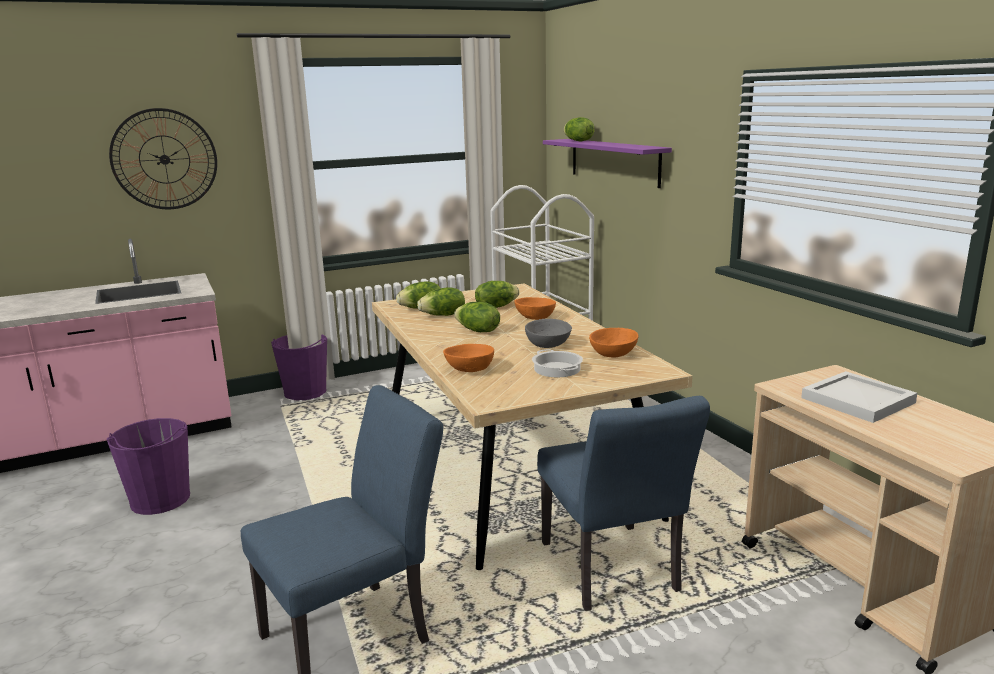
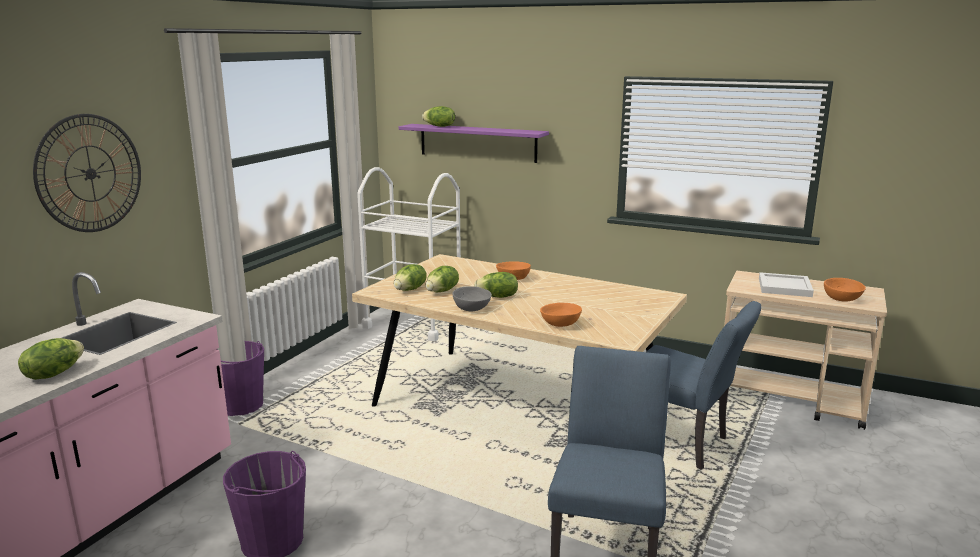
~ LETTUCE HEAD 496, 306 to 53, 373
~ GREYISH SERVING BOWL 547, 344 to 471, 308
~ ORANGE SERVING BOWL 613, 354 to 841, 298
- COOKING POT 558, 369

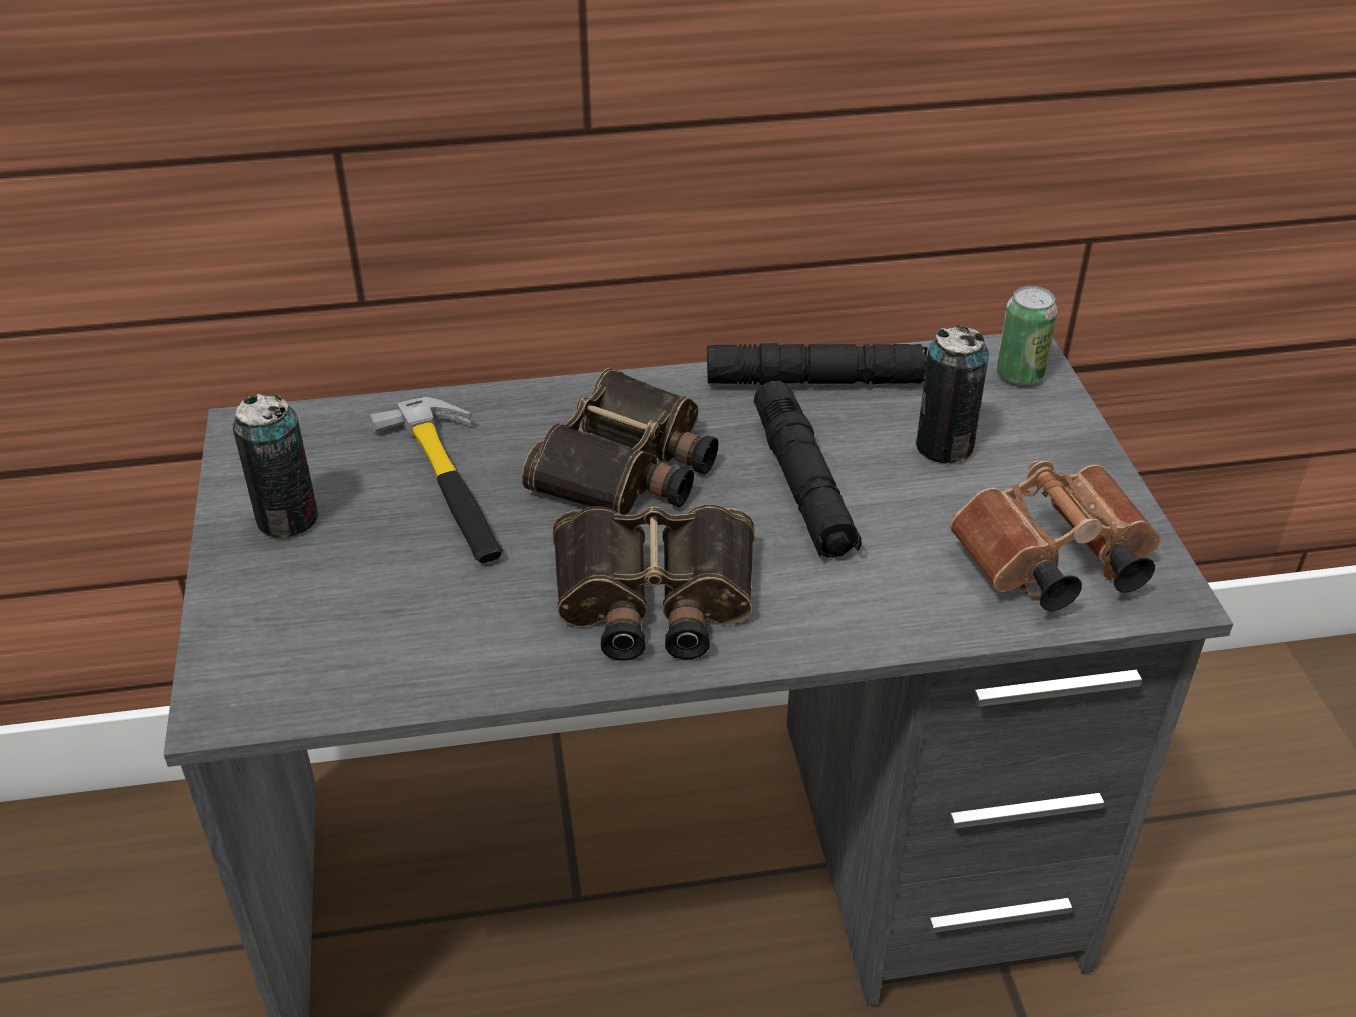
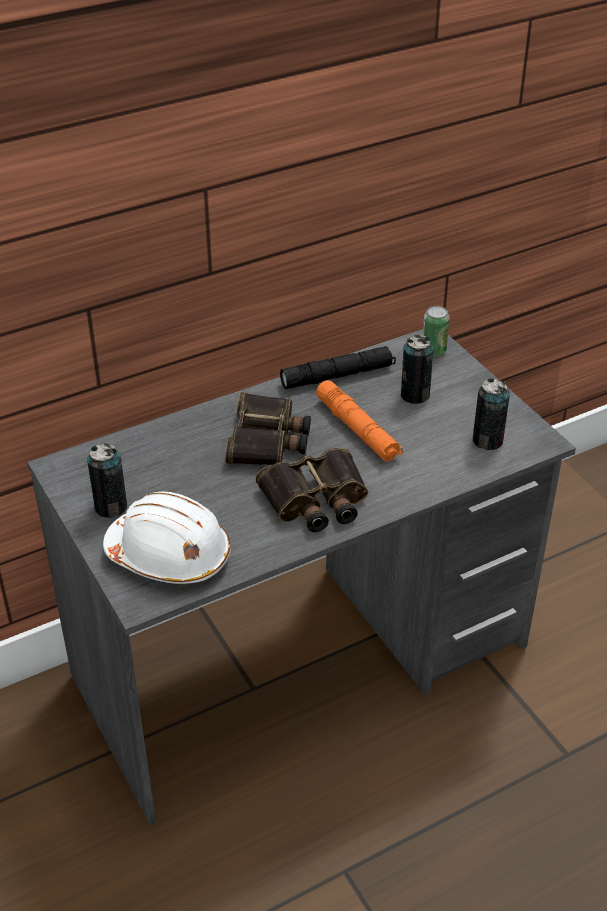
~ BLACKISH HAND TORCH 802, 485 to ORANGE HAND TORCH 357, 429
- TOOL HAMMER 451, 485
~ BROWNISH FIELD GLASSES 1049, 565 to CAN 487, 441
+ WHITE WORK HELMET 169, 555

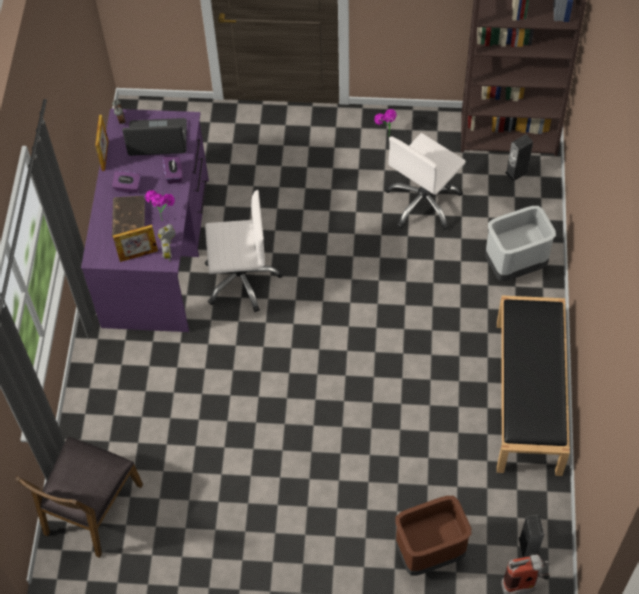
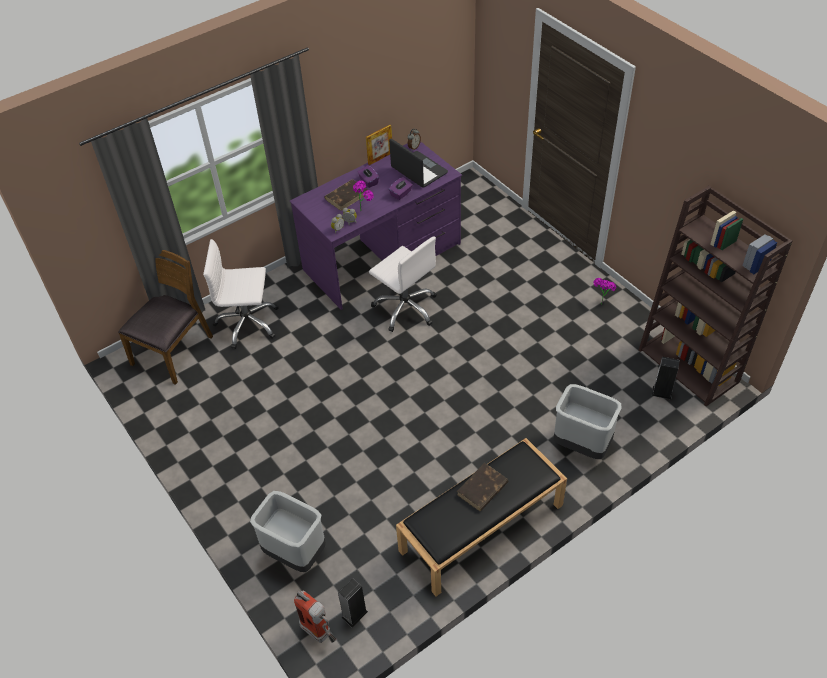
~ WHITE DESK CHAIR 423, 202 to 247, 324
- PICTURE FRAME 138, 255
~ BROWNISH CHAIR 91, 509 = 173, 350 135 degrees clockwise
~ BROWNISH TRASH CAN 429, 554 to GREYISH TRASH CAN 294, 553
+ BROWNISH VOLUME 482, 489

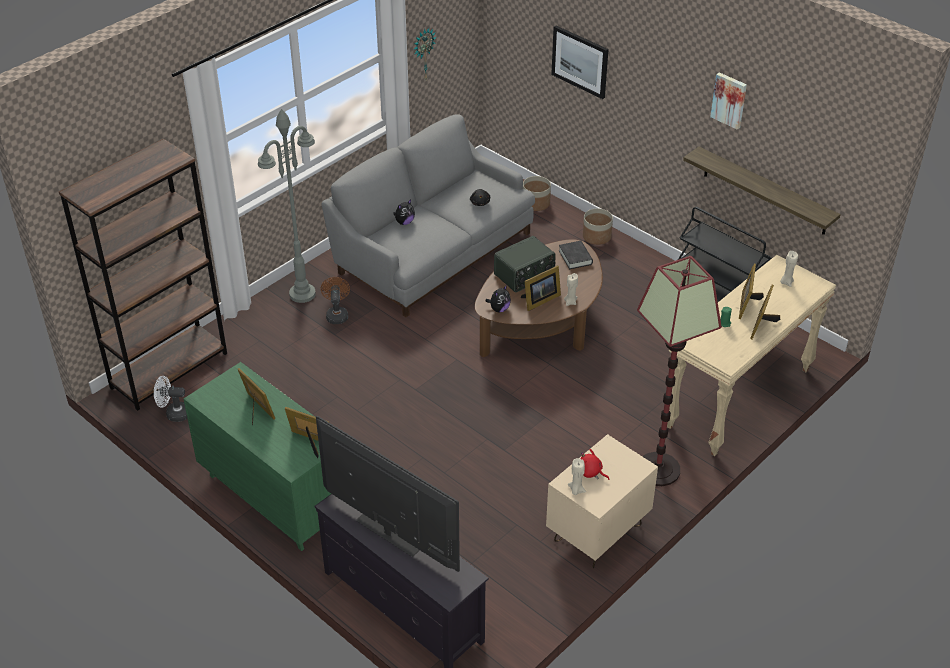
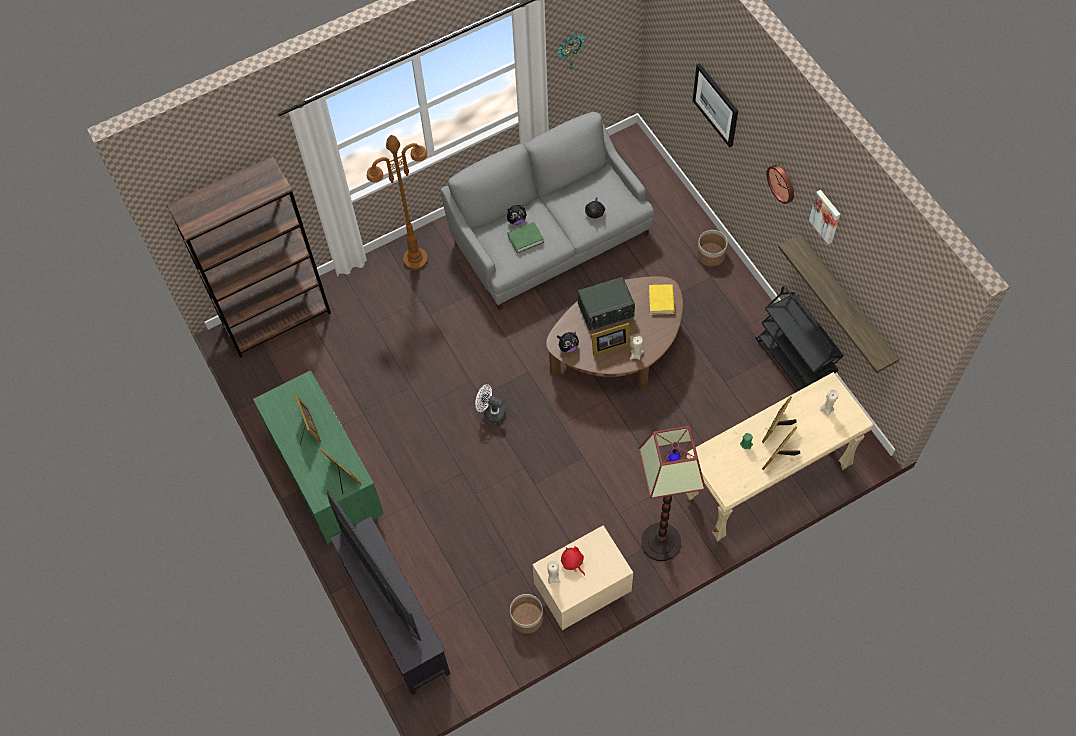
~ GREYISH STANDING LAMP 302, 294 to BROWNISH STANDING LAMP 415, 259
~ PLANTER 536, 203 to 526, 618
~ BLACKISH VOLUME 575, 257 to YELLOW-COLOURED VOLUME 661, 301
- BROWNISH FAN 337, 314
~ WHITE FAN 174, 413 to 491, 412
+ CLOCK ON THE WALL 782, 183
+ GREENISH VOLUME 525, 239

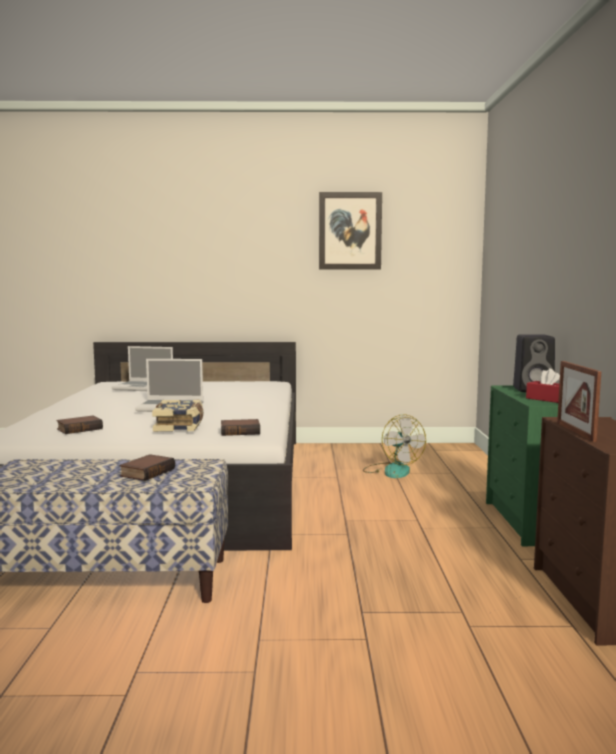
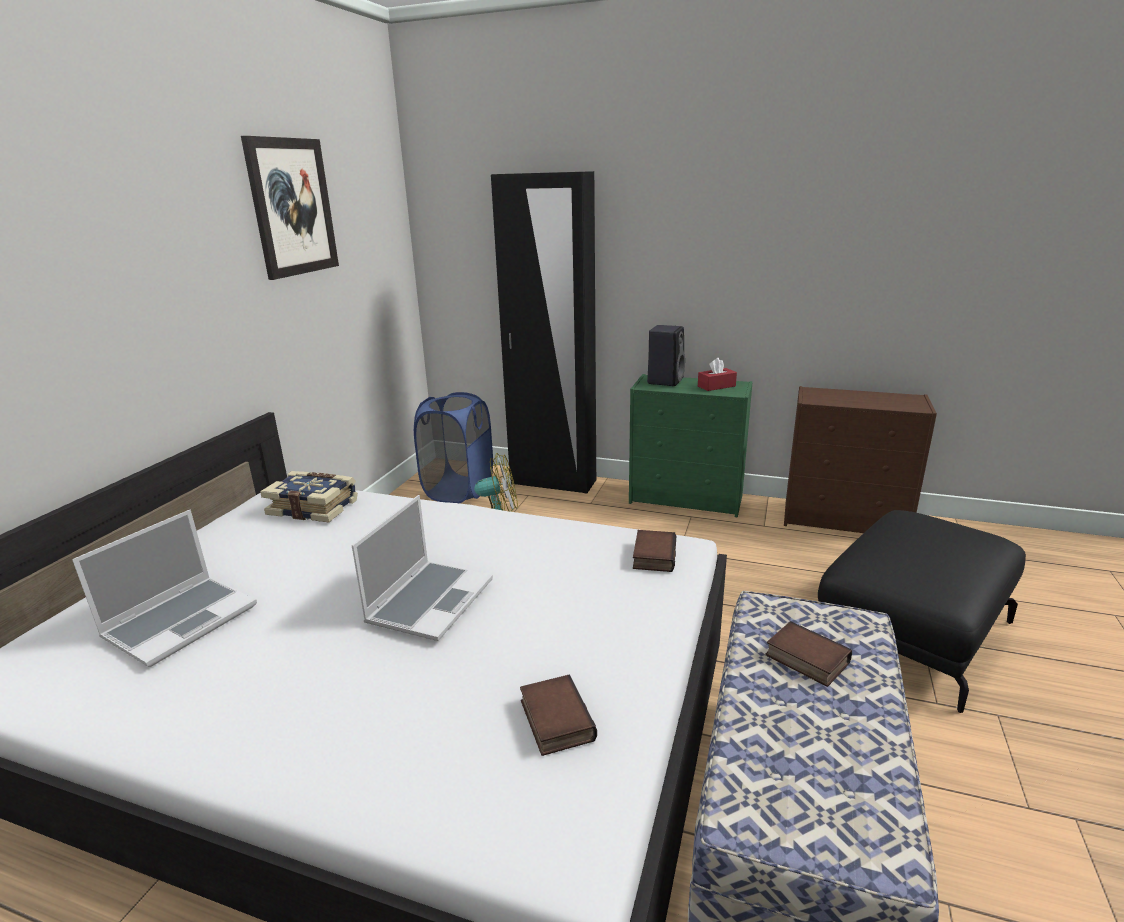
- PICTURE FRAME 575, 431
~ VOLUME 180, 426 to 314, 507
+ BLACKISH WARDROBE 553, 482
+ BLUISH HAMPER 459, 490
+ BLACKISH FOOTREST 911, 633

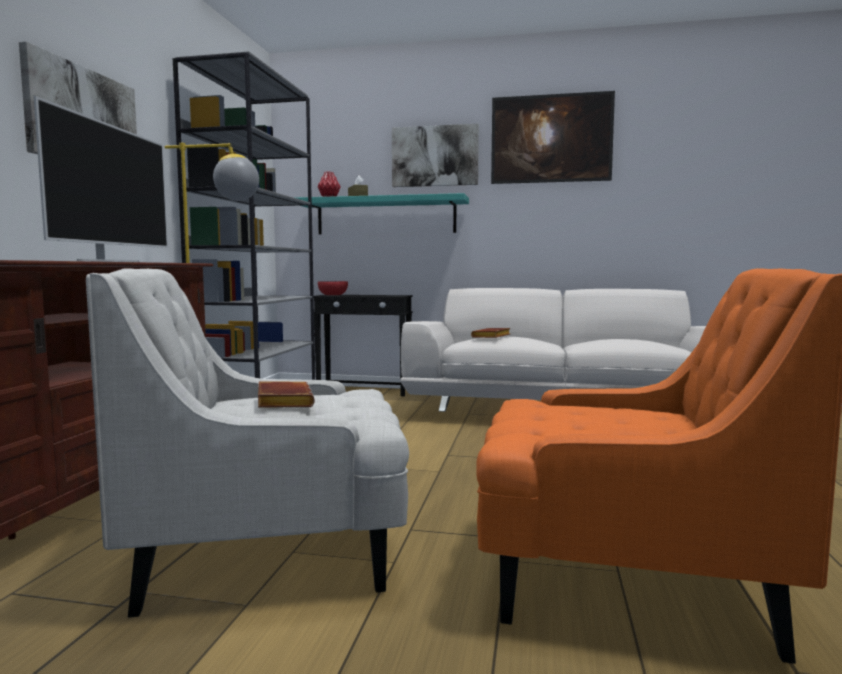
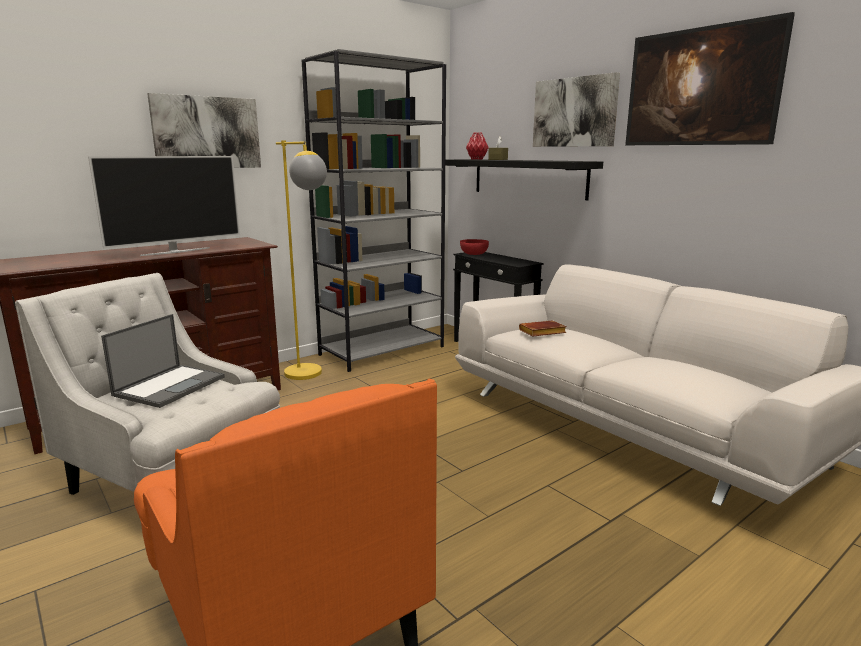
~ TURQUOISE-COLOURED SHELF 385, 216 to BLACKISH SHELF 528, 178
~ BROWNISH VOLUME 282, 402 to PORTABLE COMPUTER 170, 385

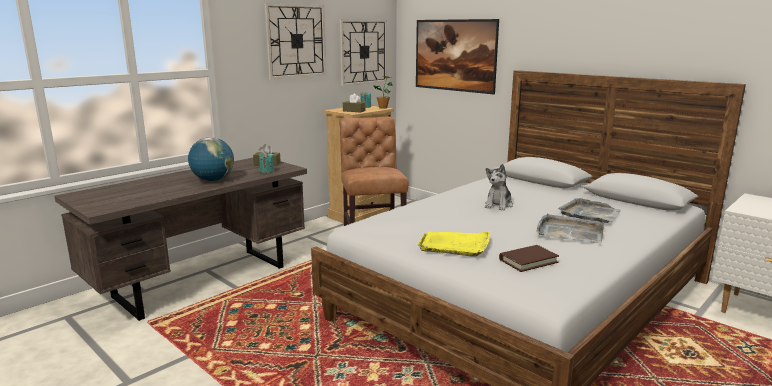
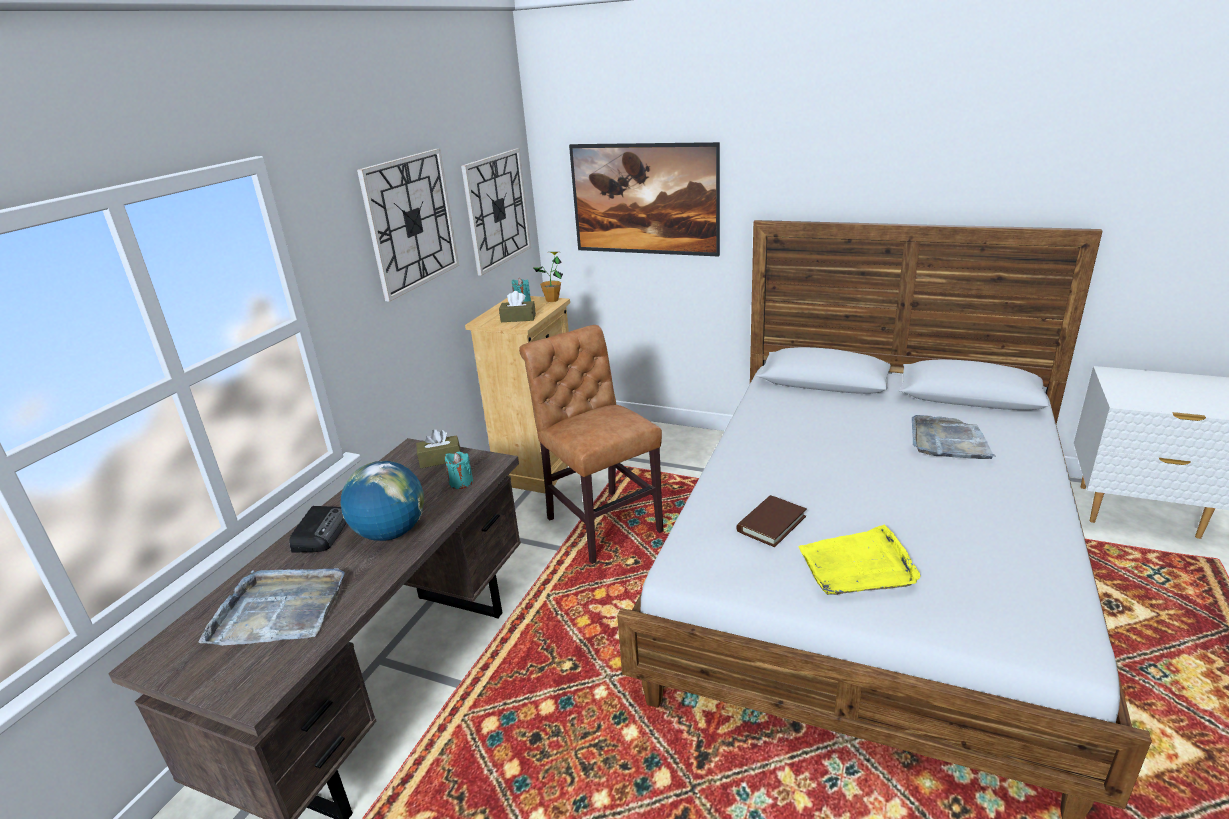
- SOFT TOY 498, 205
~ GREYISH TRAY 569, 232 to 279, 610
~ BROWNISH VOLUME 528, 261 to 771, 524
+ RADIO SET 321, 533

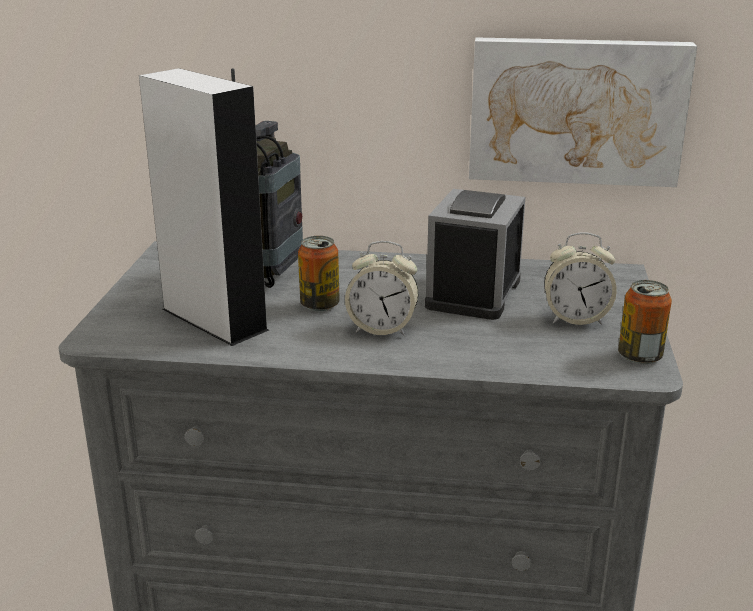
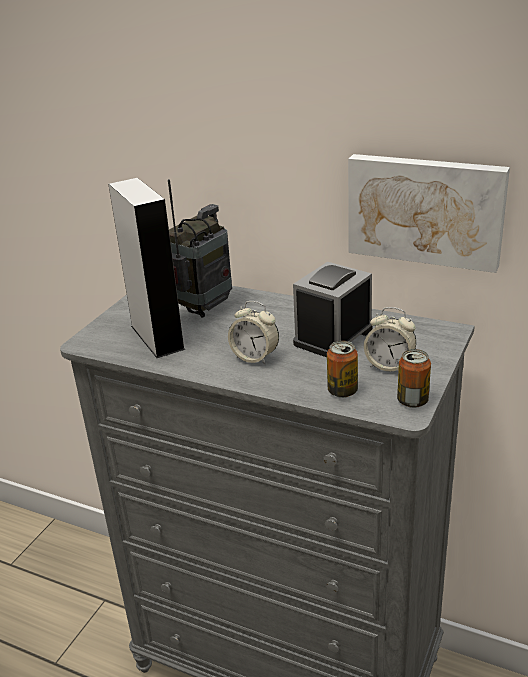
~ CAN 319, 305 to 342, 391

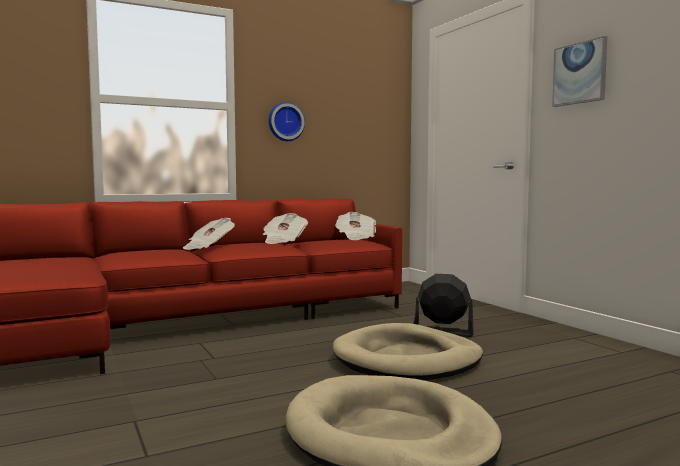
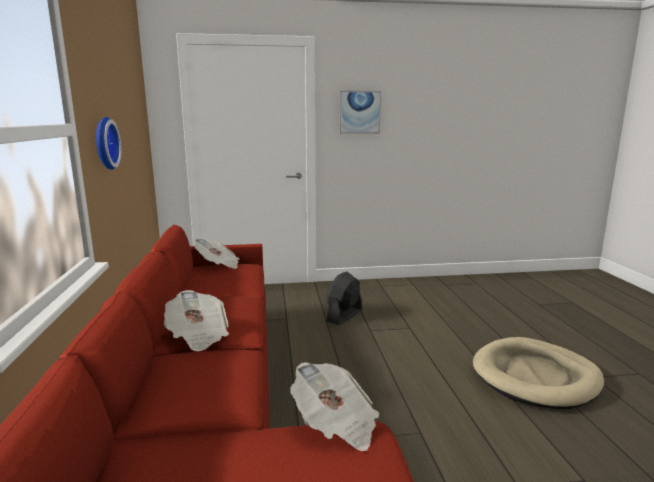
~ DAILY PAPER 283, 241 to 336, 424
- BEIGE-COLOURED PET BED 407, 359

